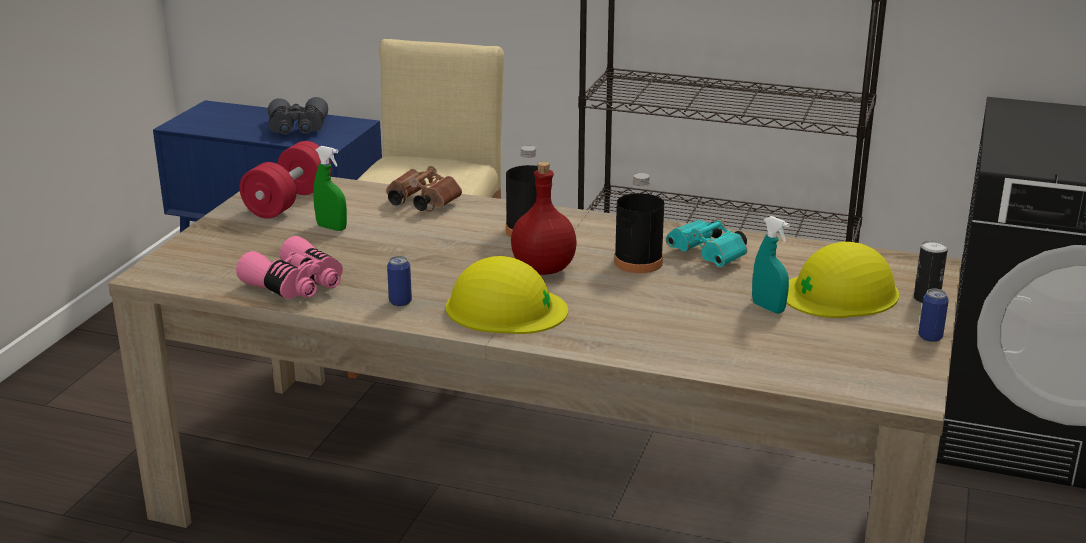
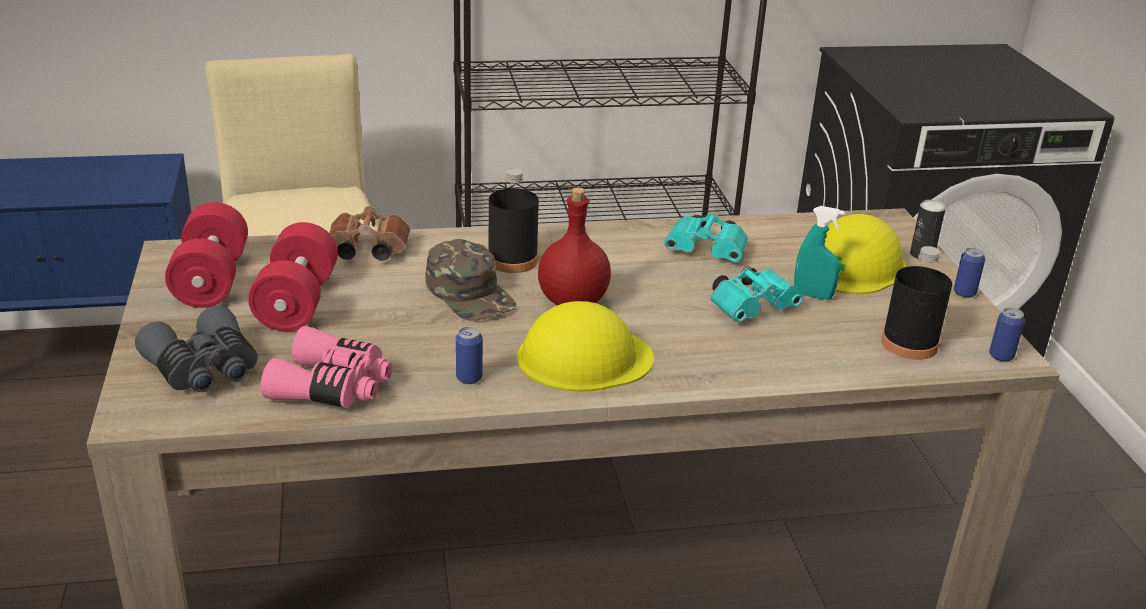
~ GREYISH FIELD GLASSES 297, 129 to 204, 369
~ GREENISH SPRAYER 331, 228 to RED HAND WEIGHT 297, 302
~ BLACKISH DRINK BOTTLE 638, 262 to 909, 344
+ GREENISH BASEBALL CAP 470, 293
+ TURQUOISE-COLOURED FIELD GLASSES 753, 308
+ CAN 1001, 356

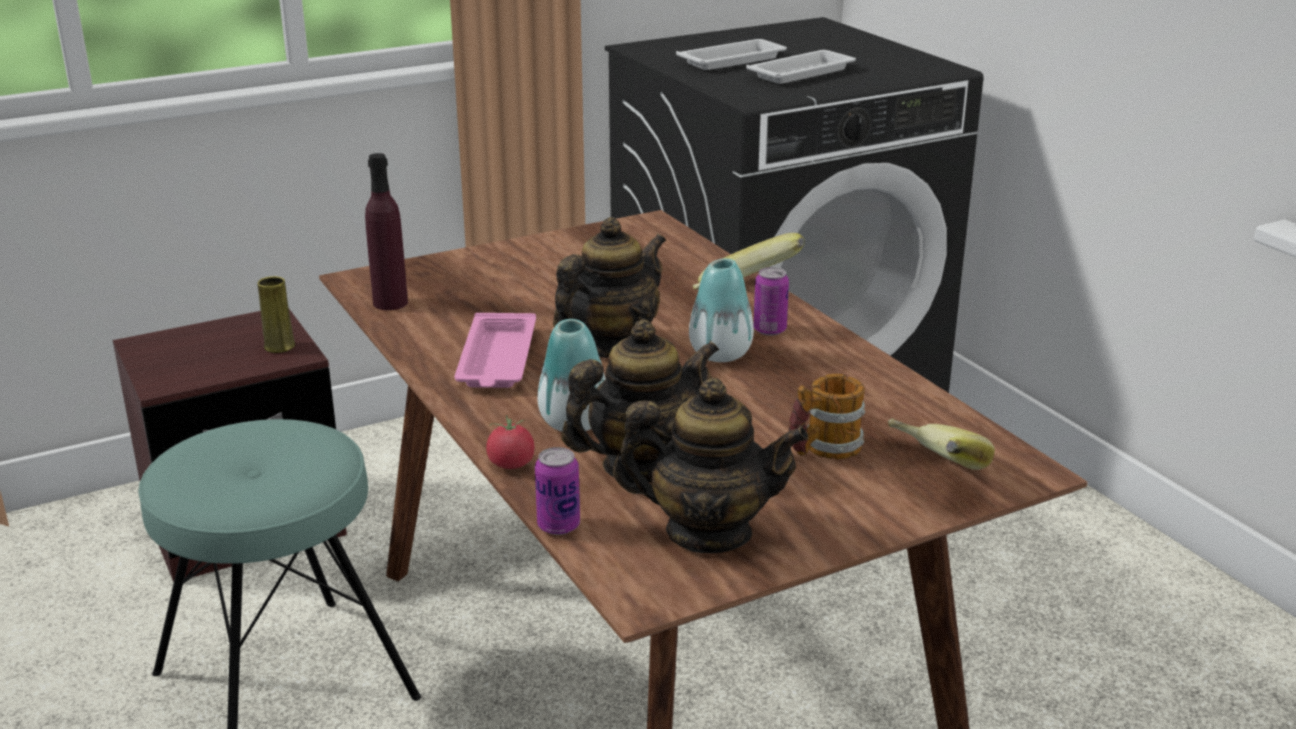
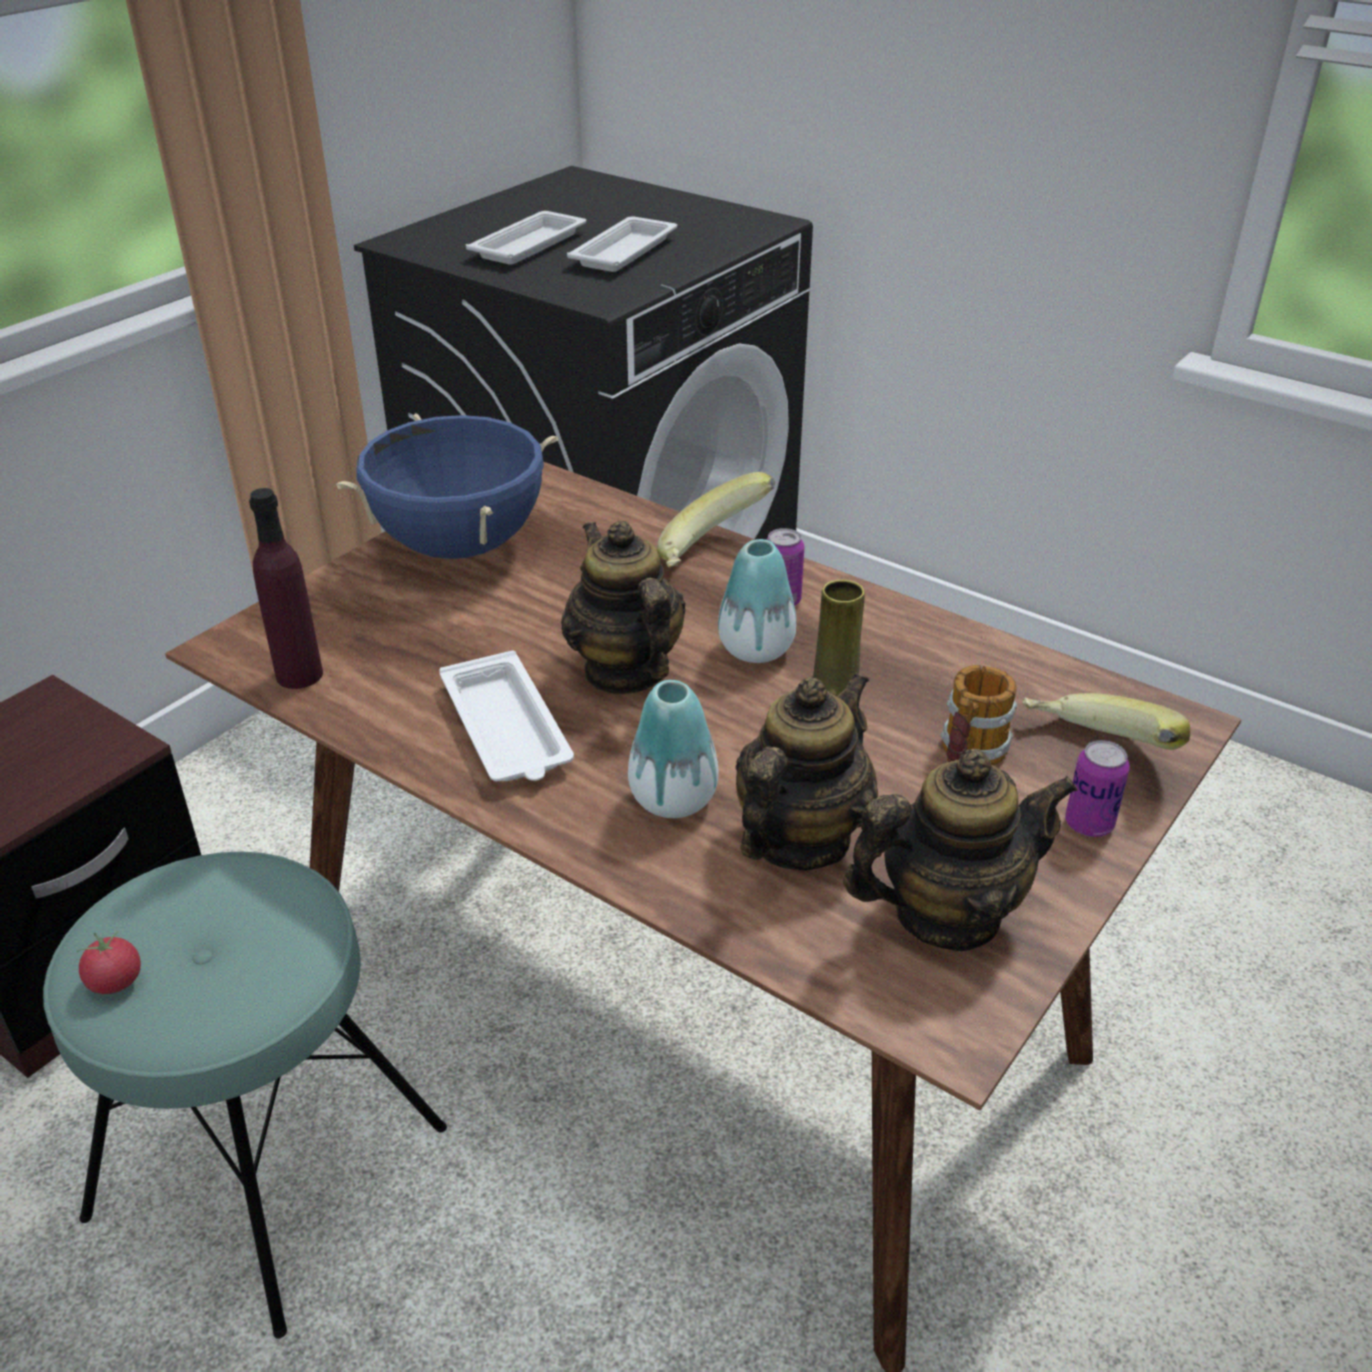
~ TEA POT 611, 346 = 625, 671 45 degrees counterclockwise
~ YELLOW-COLOURED DECORATIVE VASE 279, 346 to 835, 683
~ PINK TRAY 497, 360 to WHITE TRAY 507, 730
~ WHOLE TOMATO 511, 464 to 115, 981
~ CAN 558, 526 to 1089, 824
+ BLUISH COOKING POT 459, 546

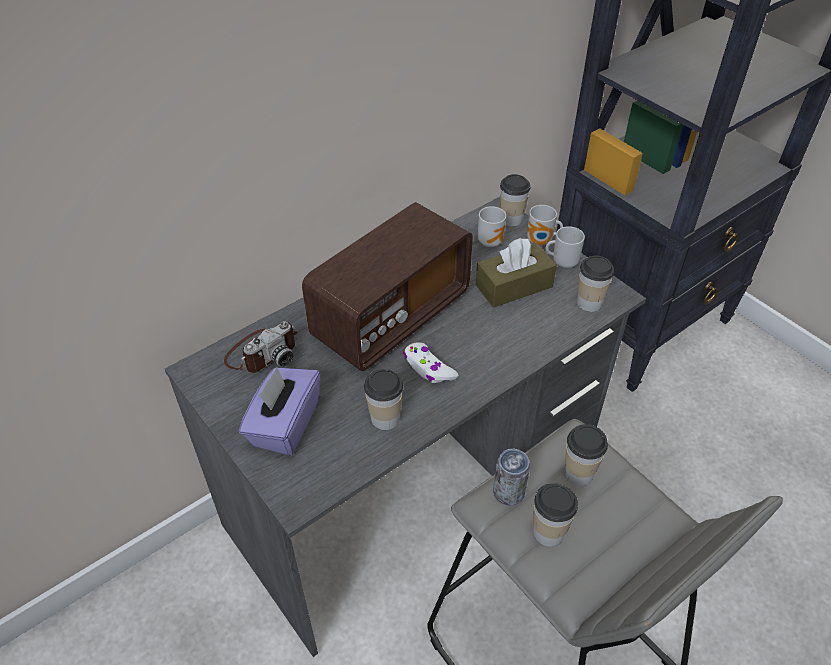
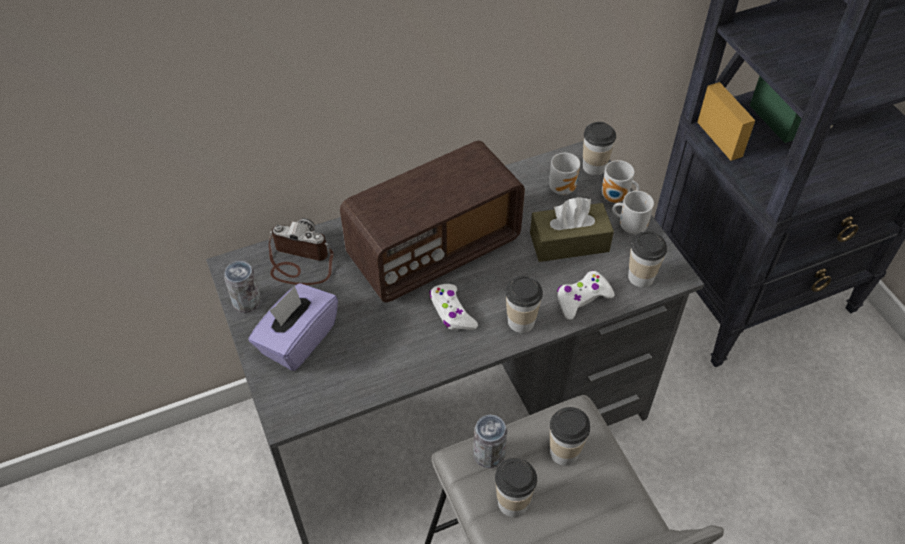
~ PHOTO CAMERA 262, 352 = 299, 262 135 degrees counterclockwise
~ CUP 385, 418 to 521, 321
+ CAN 247, 302
+ WHITE GAMEPAD 582, 299

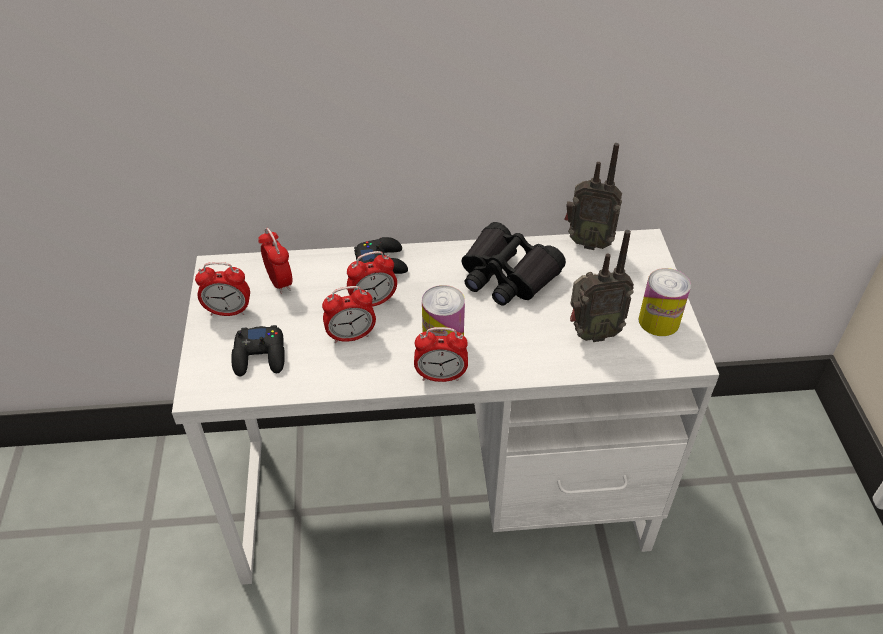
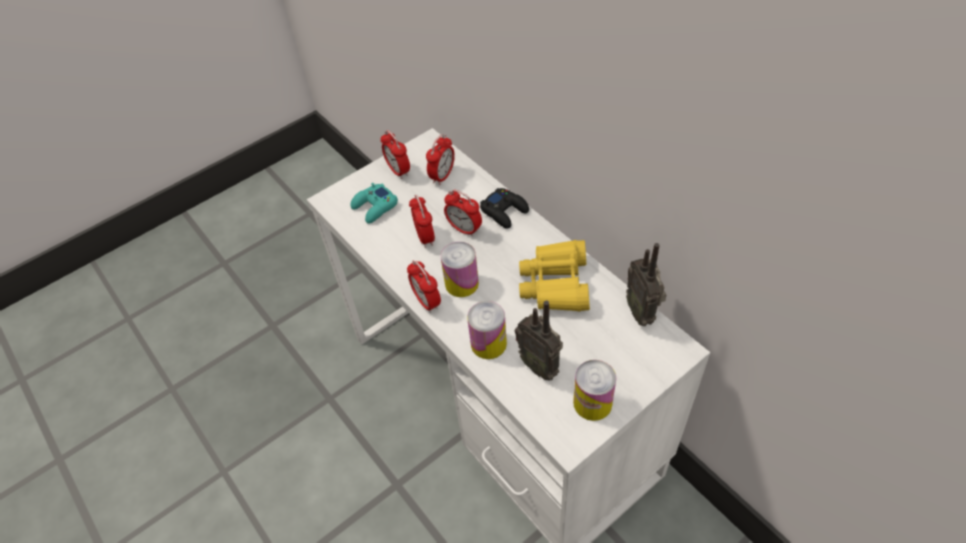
~ BLACKISH FIELD GLASSES 507, 275 to YELLOW-COLOURED FIELD GLASSES 555, 283
~ ALARM CLOCK 351, 336 = 425, 237 150 degrees counterclockwise
~ BLACKISH GAMEPAD 260, 356 to TURQUOISE-COLOURED GAMEPAD 375, 207
+ CAN 488, 343

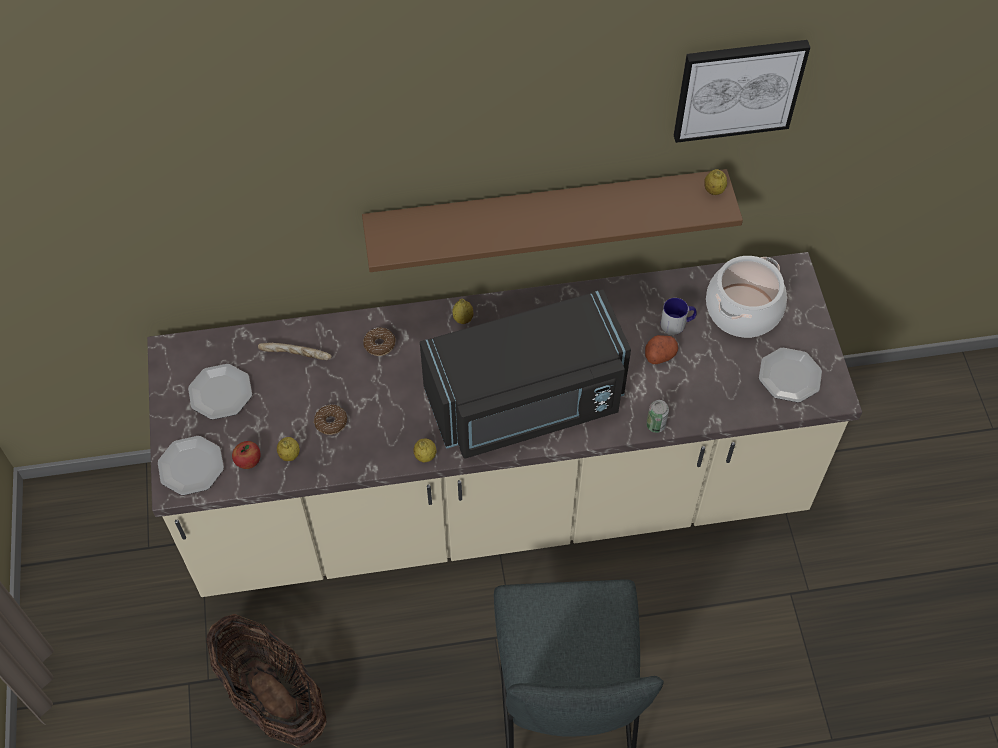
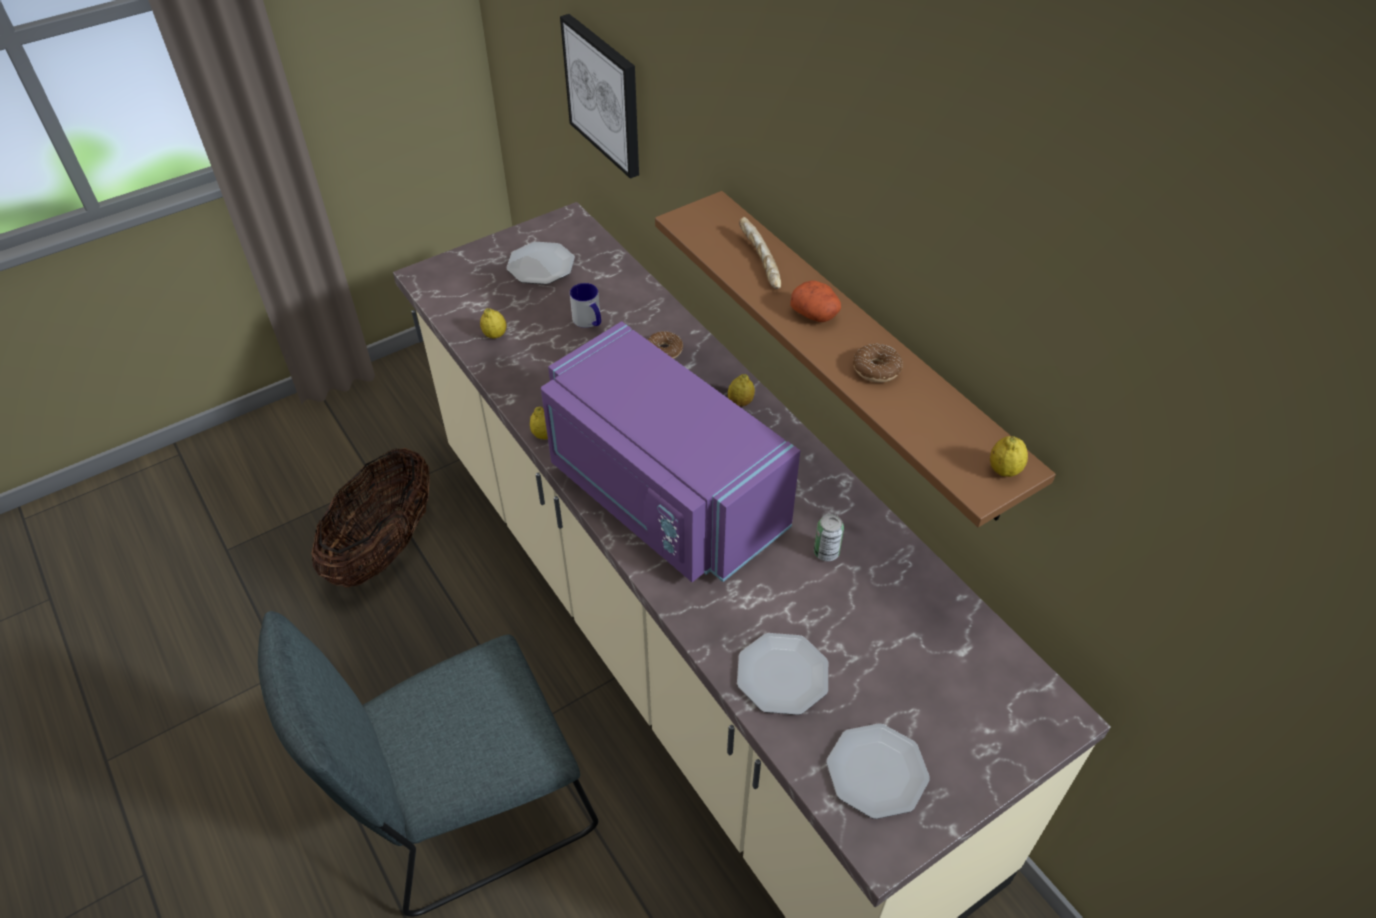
~ WALL ART 738, 88 to 604, 95
- COOKING POT 743, 310
~ BLACKISH KITCHEN MICROWAVE 526, 403 to PURPLE-COLOURED KITCHEN MICROWAVE 661, 496
~ MUG 677, 323 to 589, 321
~ POTATO 660, 354 to 815, 314
~ BREAD 295, 356 to 759, 261
~ CAN 655, 425 to 826, 552
~ DONUT 331, 422 to 876, 369
~ DINNER PLATE 191, 466 to 783, 675
- APPLE FRUIT 248, 461

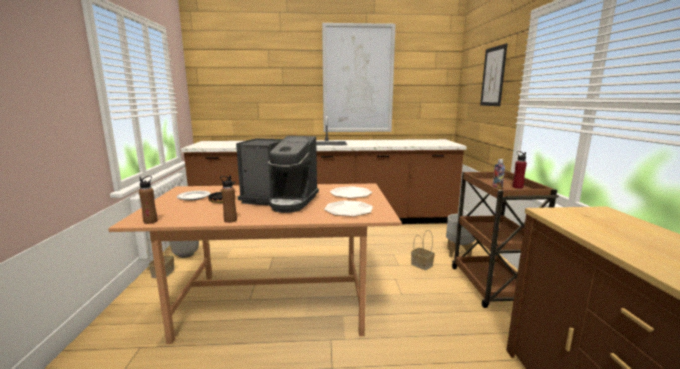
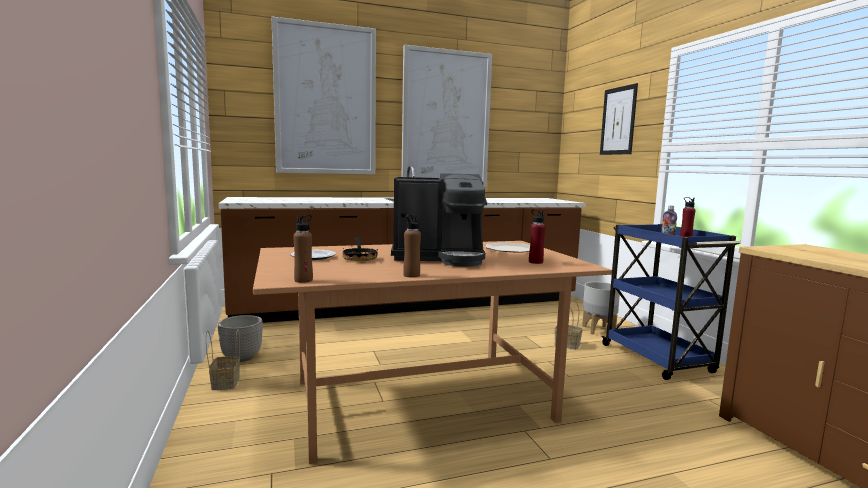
~ BROWNISH TROLLEY 491, 287 to BLUISH TROLLEY 658, 359
~ DINNER PLATE 348, 209 to RED DRINK BOTTLE 535, 262
+ WALL ART 326, 100

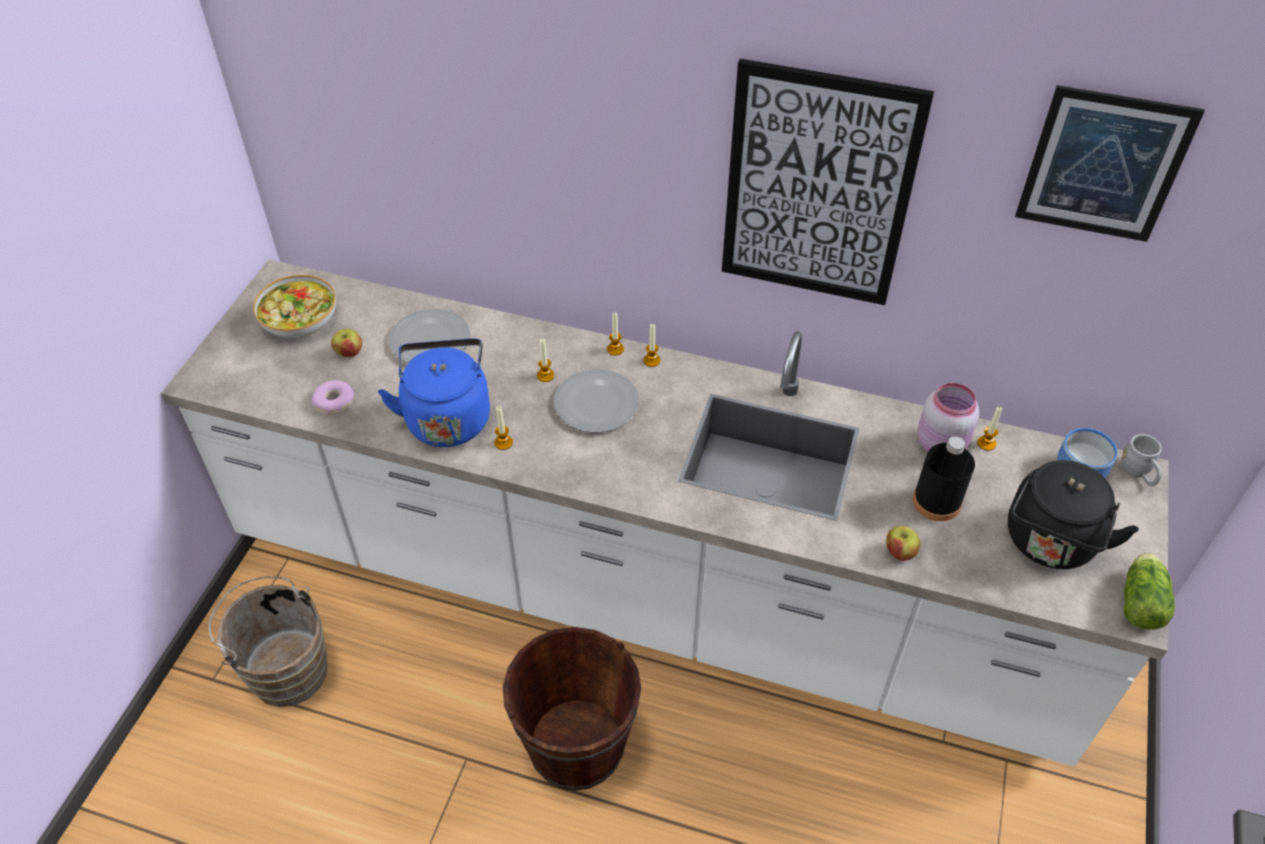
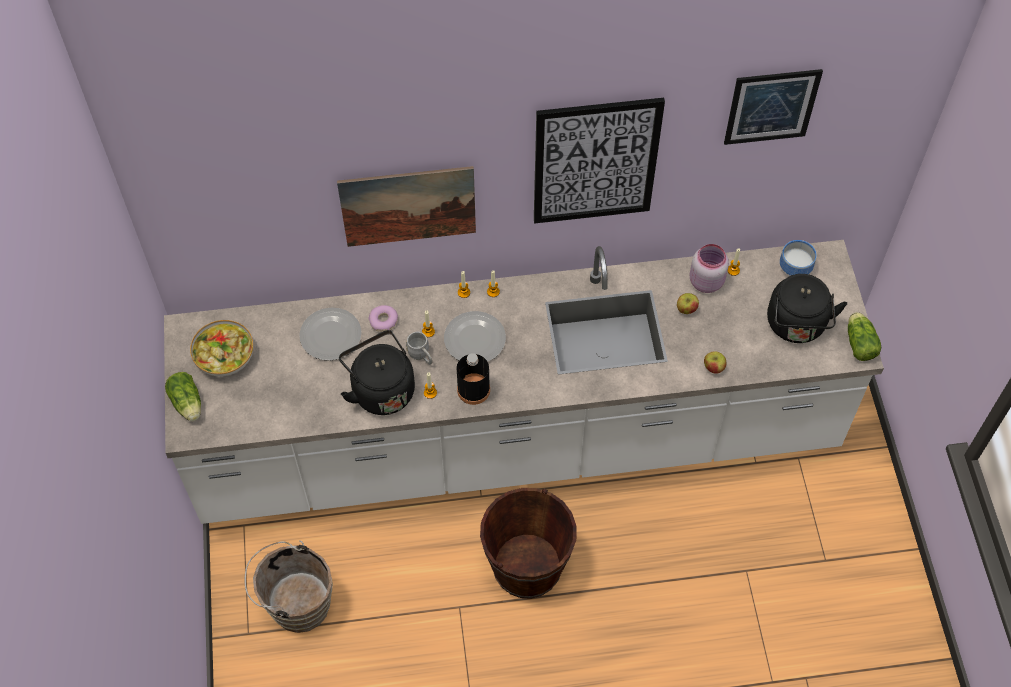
~ APPLE FRUIT 349, 353 to 686, 309
~ BLUISH WATER KETTLE 447, 417 to BLACKISH WATER KETTLE 381, 389
~ DONUT 334, 402 to 384, 321
~ GREYISH MUG 1138, 473 to 421, 356
~ BLACKISH DRINK BOTTLE 936, 501 to 473, 390
+ WALL ART 408, 206
+ LETTUCE HEAD 188, 404

